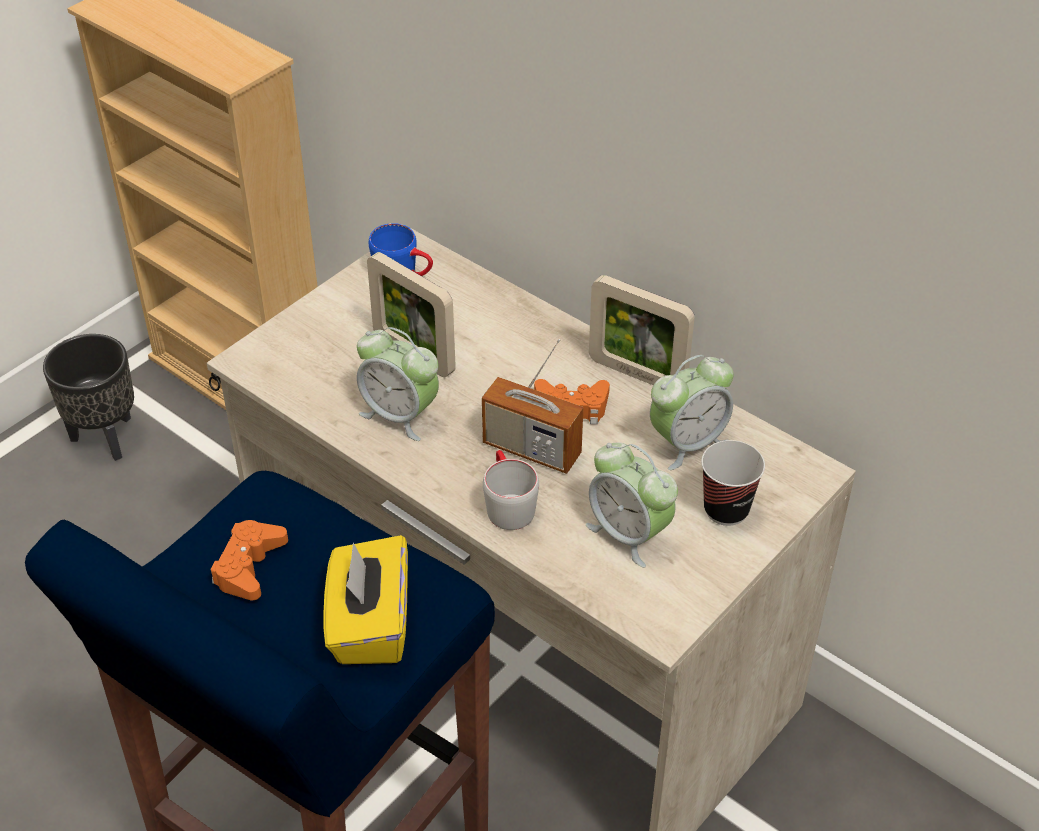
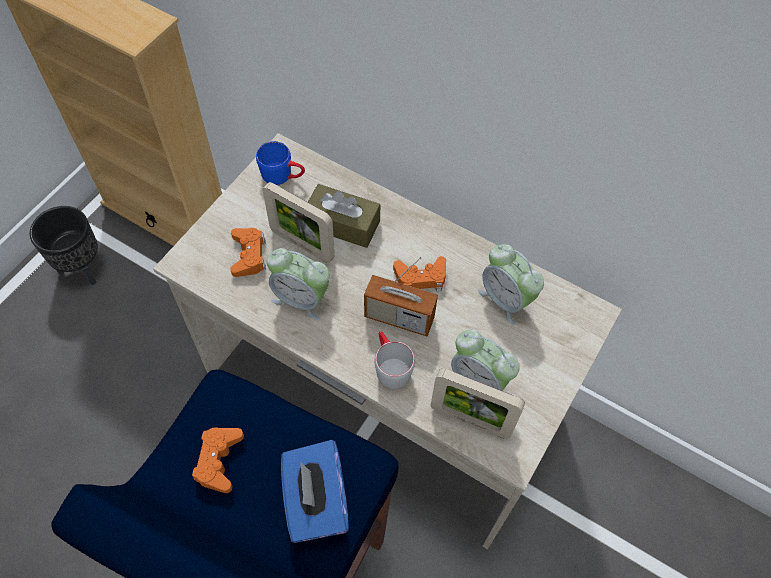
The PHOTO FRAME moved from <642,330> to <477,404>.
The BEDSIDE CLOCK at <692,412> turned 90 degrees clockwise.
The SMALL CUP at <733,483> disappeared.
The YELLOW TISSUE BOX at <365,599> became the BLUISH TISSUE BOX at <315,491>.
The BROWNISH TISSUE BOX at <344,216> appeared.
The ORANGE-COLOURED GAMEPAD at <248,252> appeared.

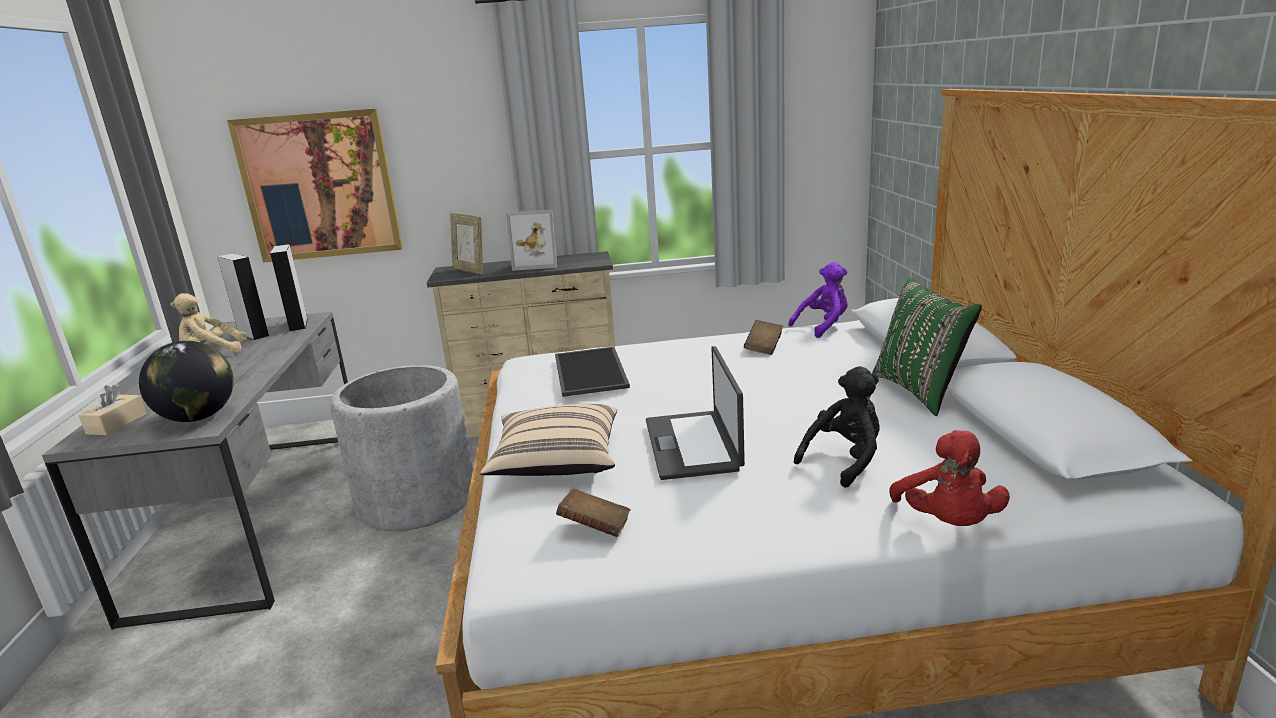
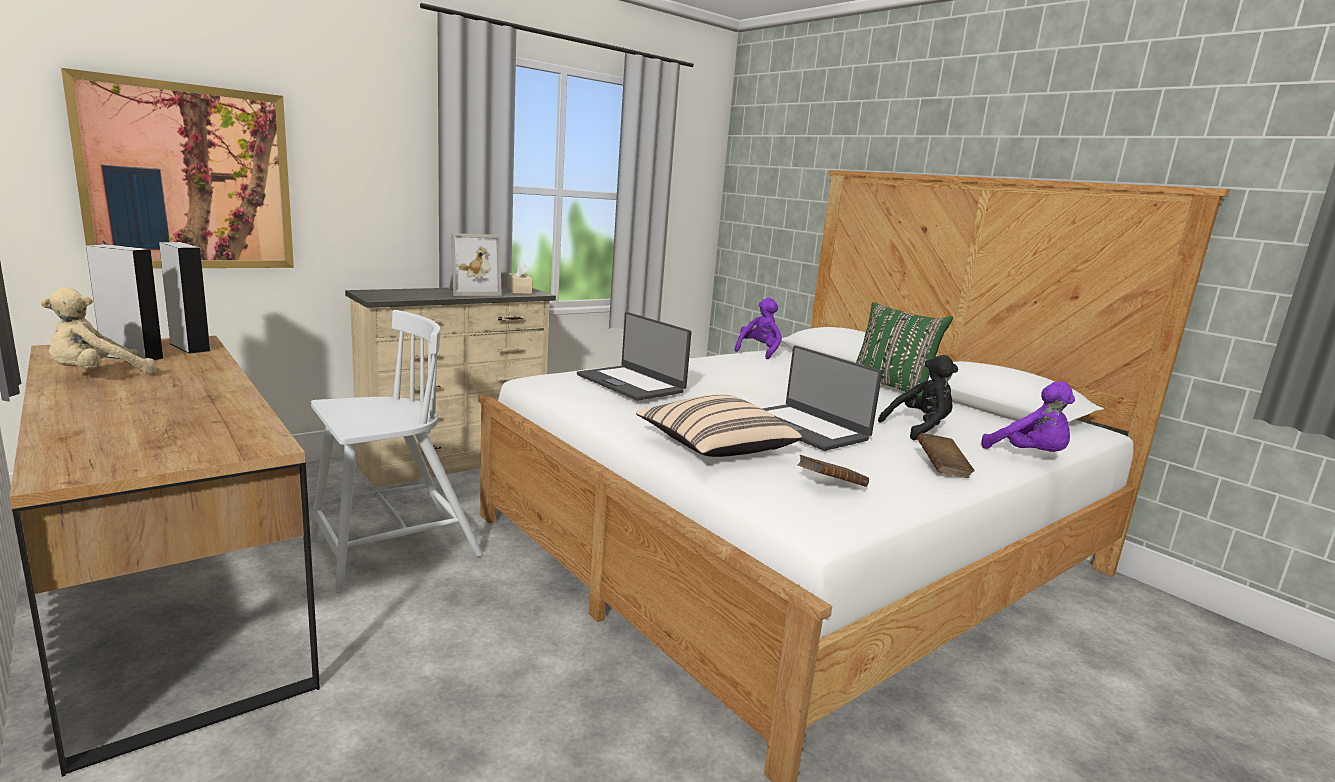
The PHOTO FRAME at <466,243> disappeared.
The GREY DESK UNIT at <195,471> became the BROWNISH DESK UNIT at <165,556>.
The BROWNISH BOUND BOOK moved from <763,337> to <945,455>.
The DESK GLOBE at <186,381> disappeared.
The CARRYING TRAY at <592,372> was replaced by the PORTABLE COMPUTER at <634,356>.
The GREY PLANT POT at <401,448> was replaced by the WHITE-COLOURED CHAIR at <396,451>.
The BLACKISH PLUSH TOY at <837,427> turned 45 degrees clockwise.
The BEIGE-COLOURED TISSUE BOX moved from <113,410> to <521,277>.
The RED PLUSH TOY at <949,478> became the PURPLE-COLOURED PLUSH TOY at <1028,416>.

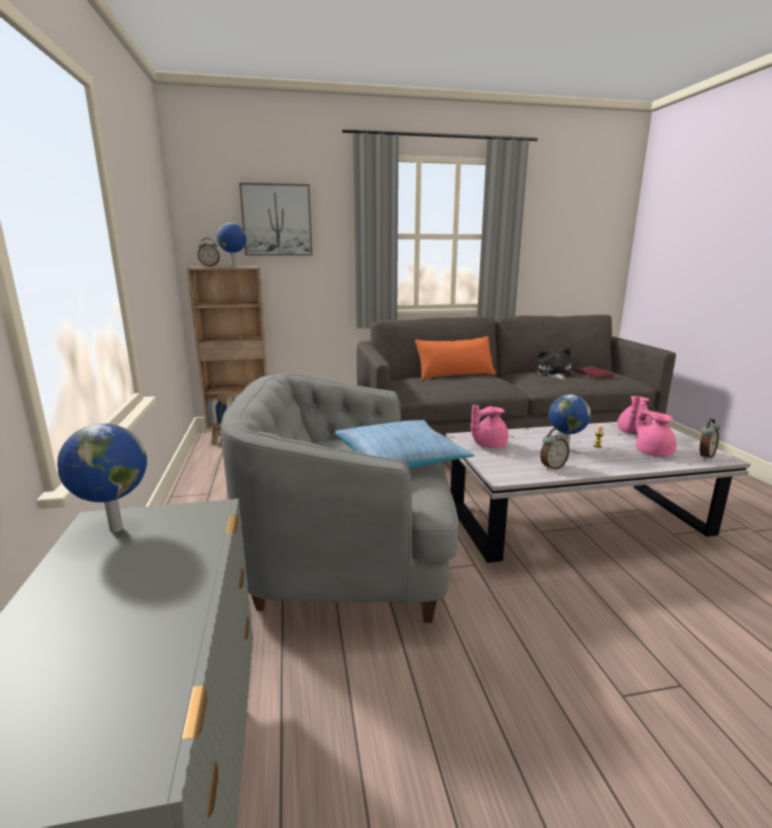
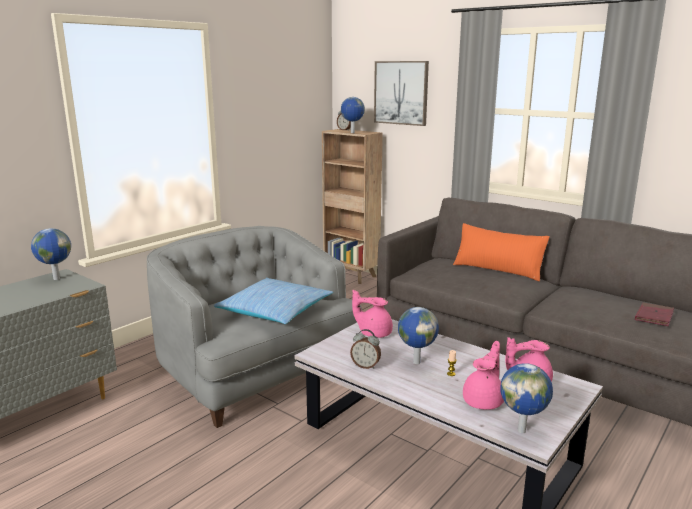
The PLUSH TOY at <554,364> disappeared.
The BEDSIDE CLOCK at <710,439> was replaced by the DESK GLOBE at <526,398>.

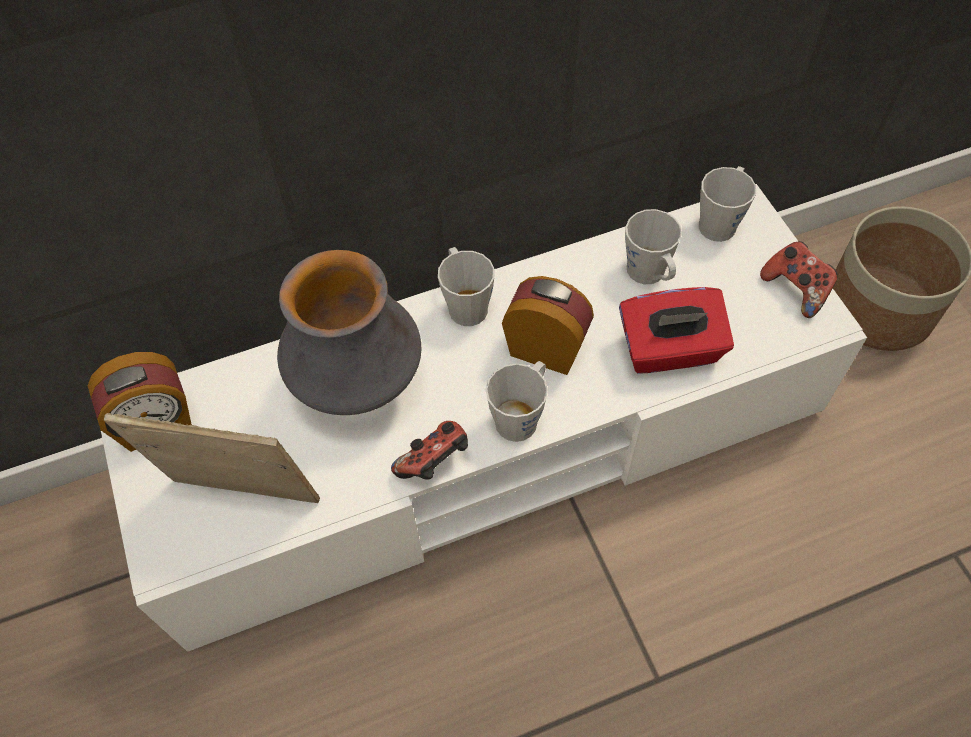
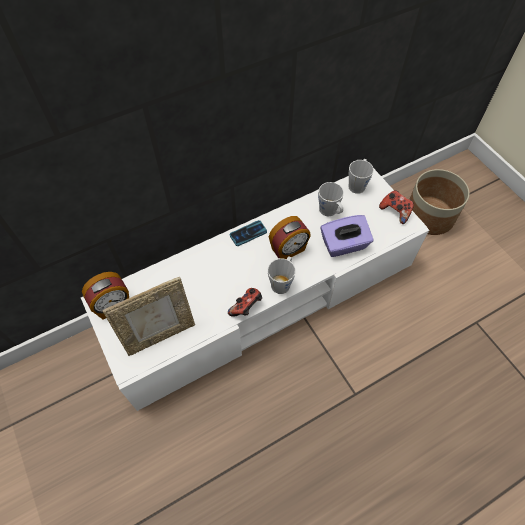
The GREY COFFEE MUG at <466,286> was replaced by the HANDSET at <248,233>.
The VASE at <349,332> disappeared.
The BEDSIDE CLOCK at <548,325> turned 135 degrees clockwise.
The RED TISSUE BOX at <676,330> became the PURPLE-COLOURED TISSUE BOX at <347,236>.
The PHOTO FRAME at <212,458> turned 150 degrees clockwise.

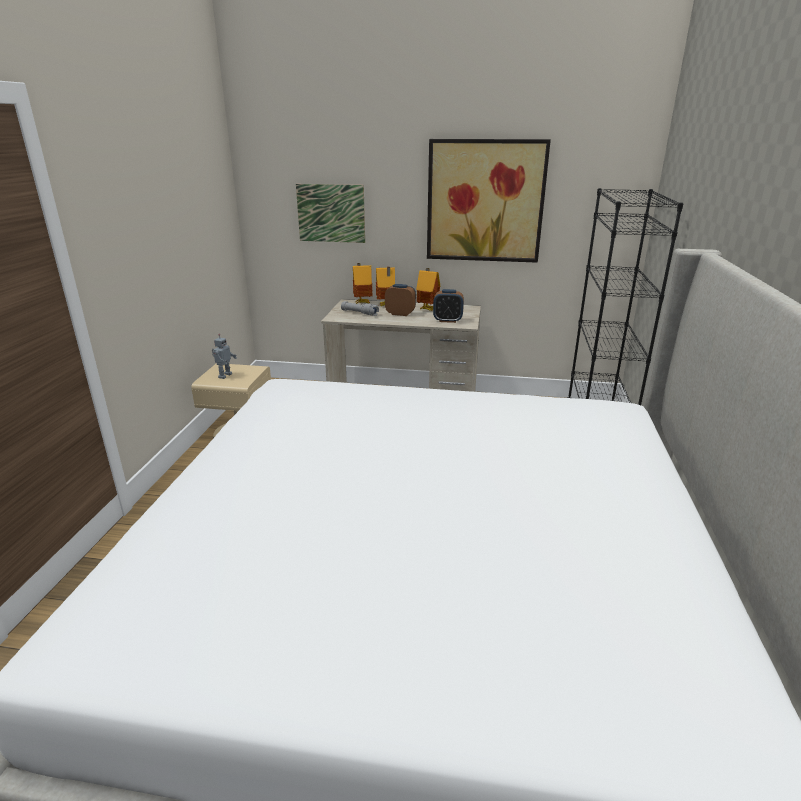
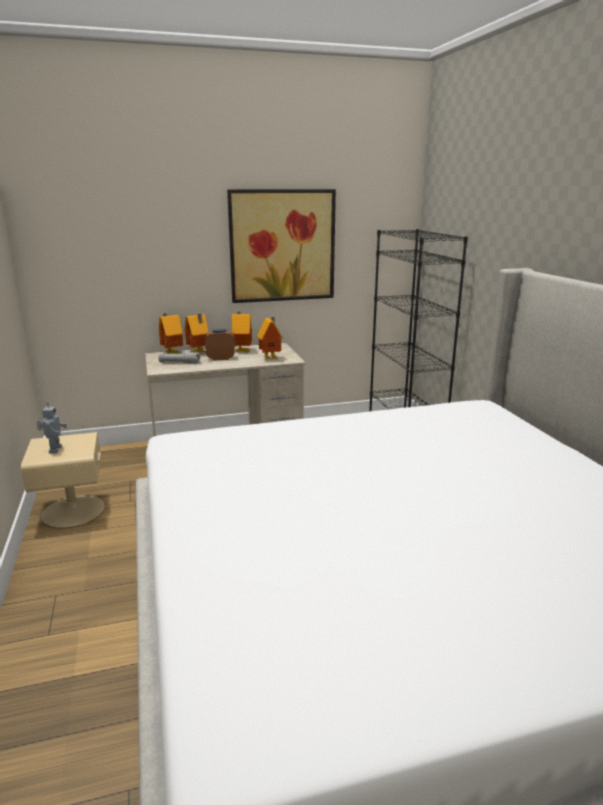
The PICTURE at <330,213> disappeared.
The BEDSIDE CLOCK at <448,306> was replaced by the MINIATURE HOUSE at <270,338>.

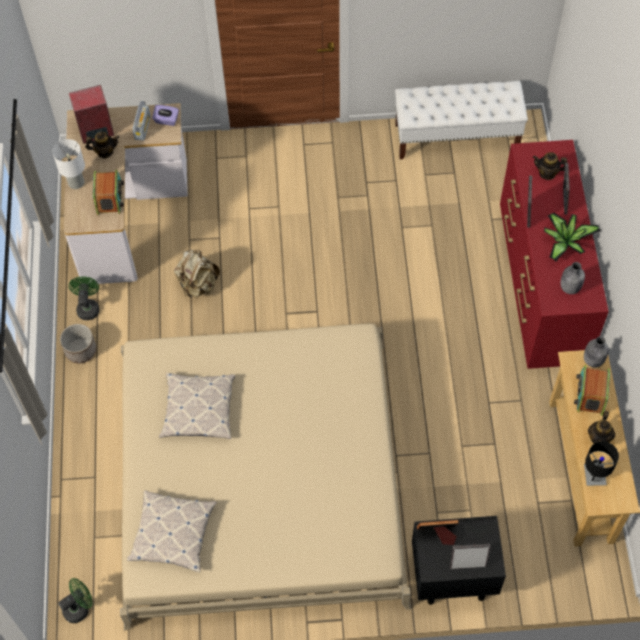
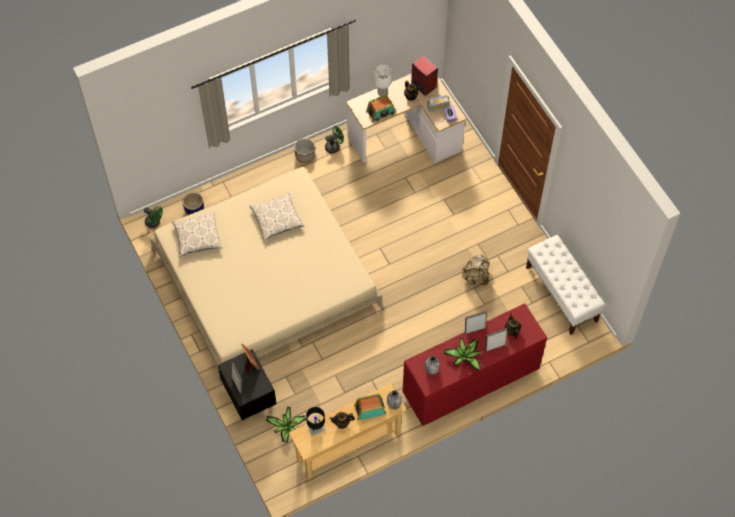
The BEIGE-COLOURED RUCKSACK moved from <197,273> to <476,270>.
The PLANT POT at <193,203> appeared.
The PLANT IN A POT at <286,425> appeared.

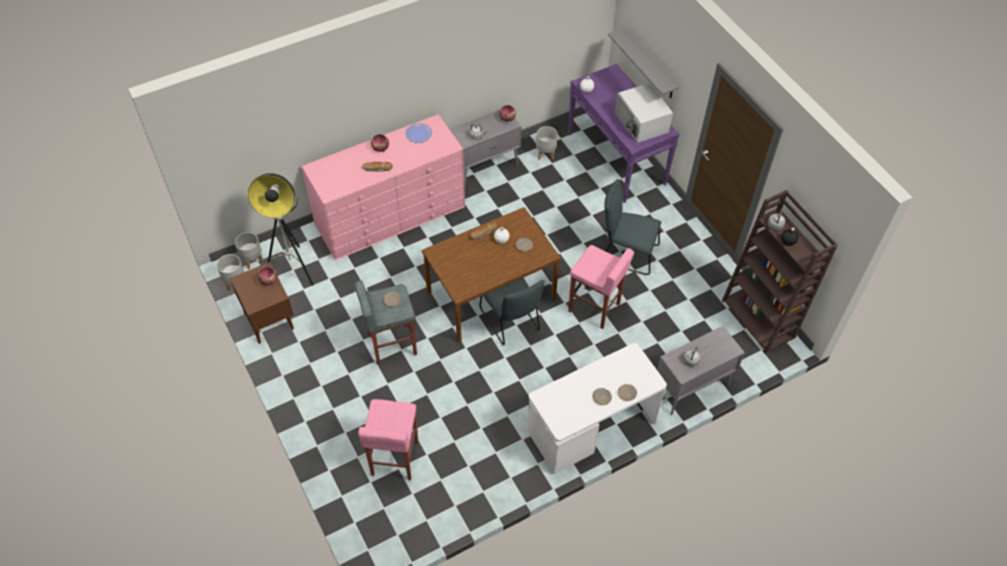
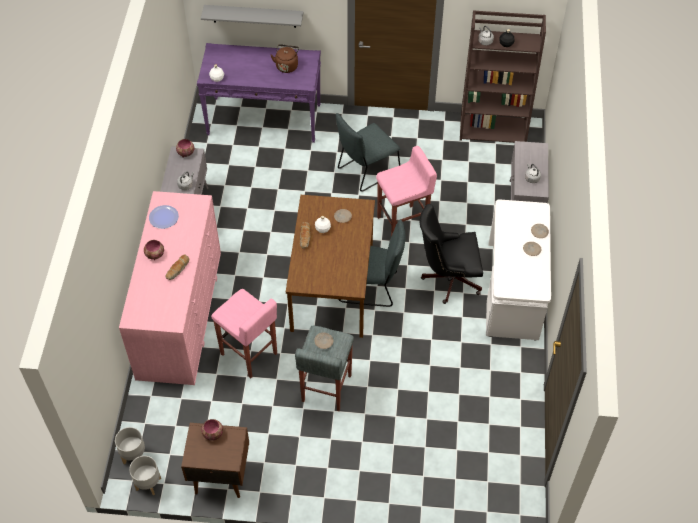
The WHITE-COLOURED KITCHEN MICROWAVE at <643,113> was replaced by the BROWNISH TEA KETTLE at <284,58>.
The GREY PLANT POT at <547,143> disappeared.
The STANDING LAMP at <281,229> disappeared.
The PINKISH SITTING STOOL moved from <388,440> to <244,333>.
The BLACKISH COMPUTER CHAIR at <451,254> appeared.

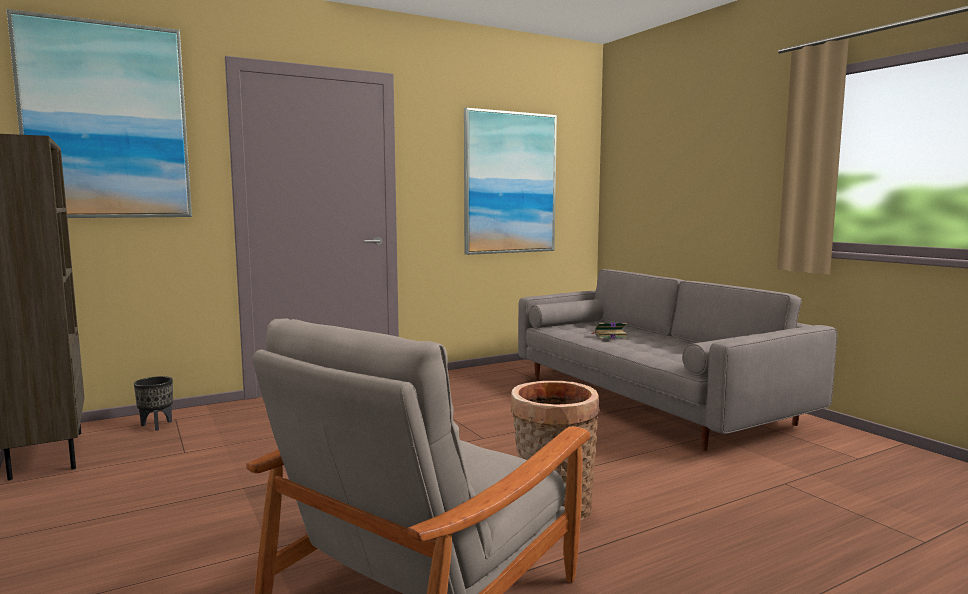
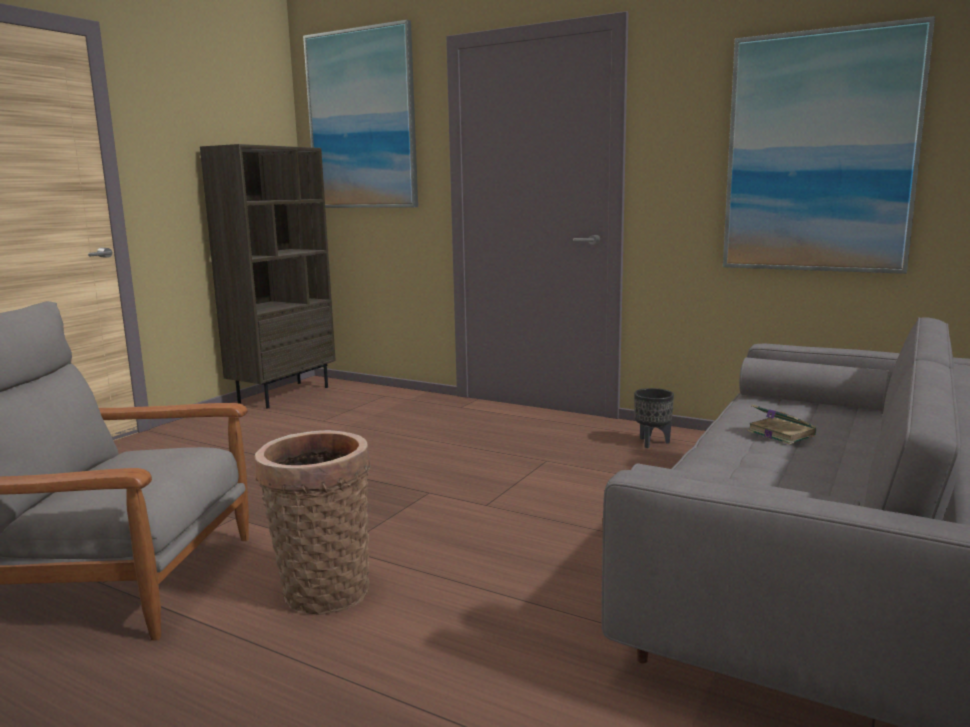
The BLACKISH PLANT POT moved from <153,403> to <654,418>.

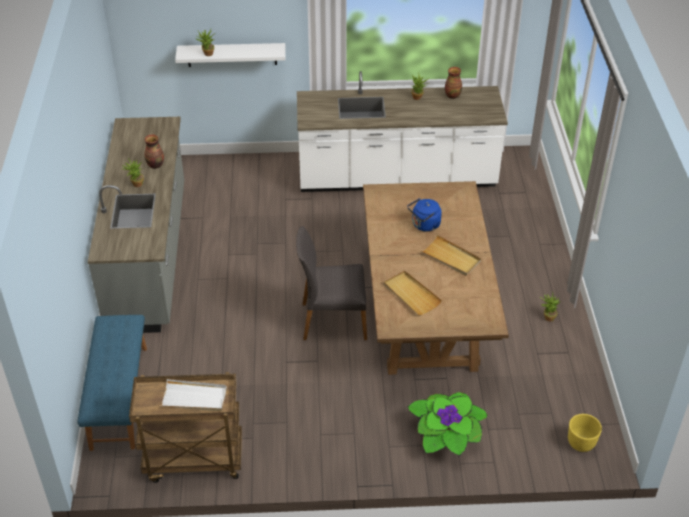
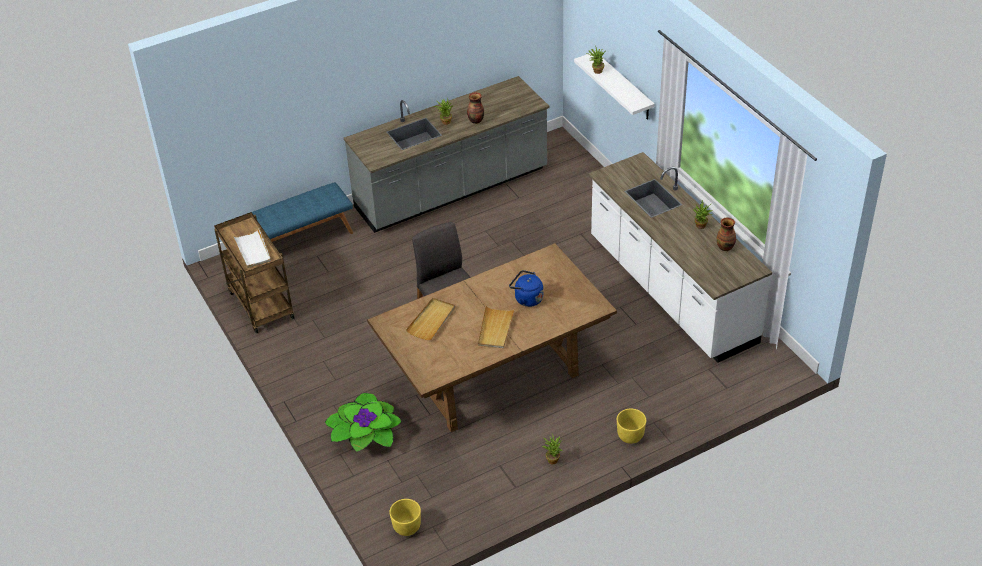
The YELLOW PLANT POT at <631,426> appeared.

